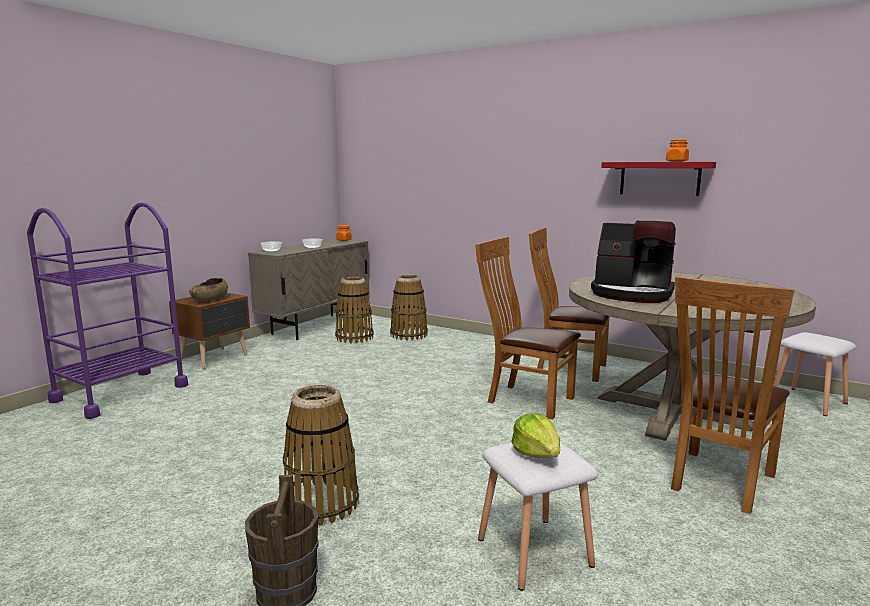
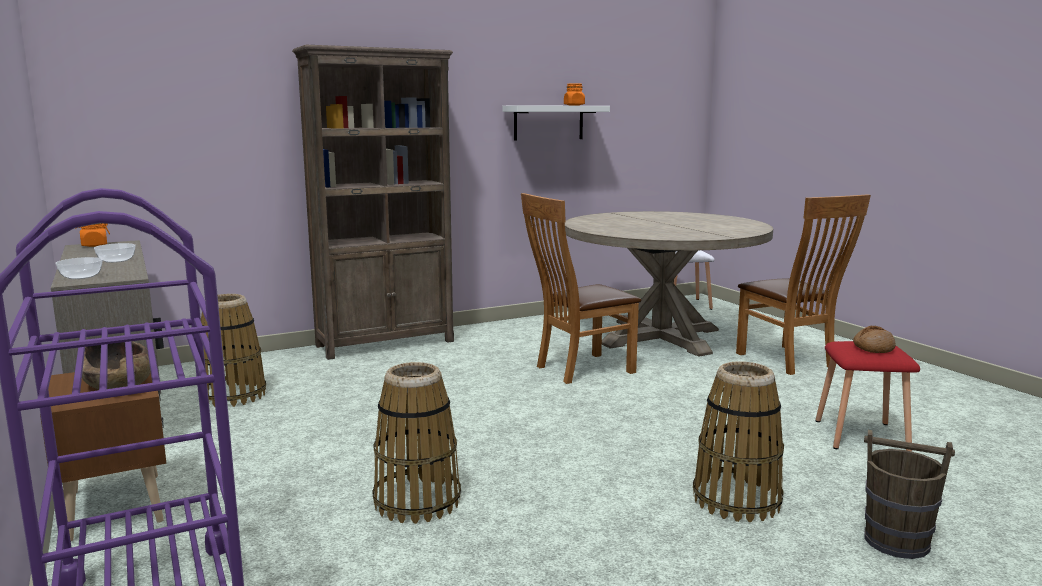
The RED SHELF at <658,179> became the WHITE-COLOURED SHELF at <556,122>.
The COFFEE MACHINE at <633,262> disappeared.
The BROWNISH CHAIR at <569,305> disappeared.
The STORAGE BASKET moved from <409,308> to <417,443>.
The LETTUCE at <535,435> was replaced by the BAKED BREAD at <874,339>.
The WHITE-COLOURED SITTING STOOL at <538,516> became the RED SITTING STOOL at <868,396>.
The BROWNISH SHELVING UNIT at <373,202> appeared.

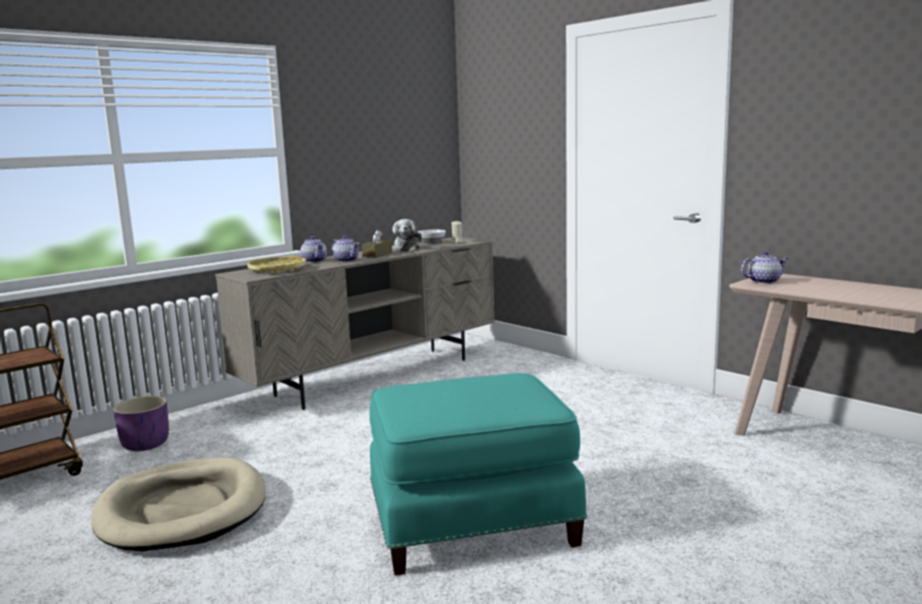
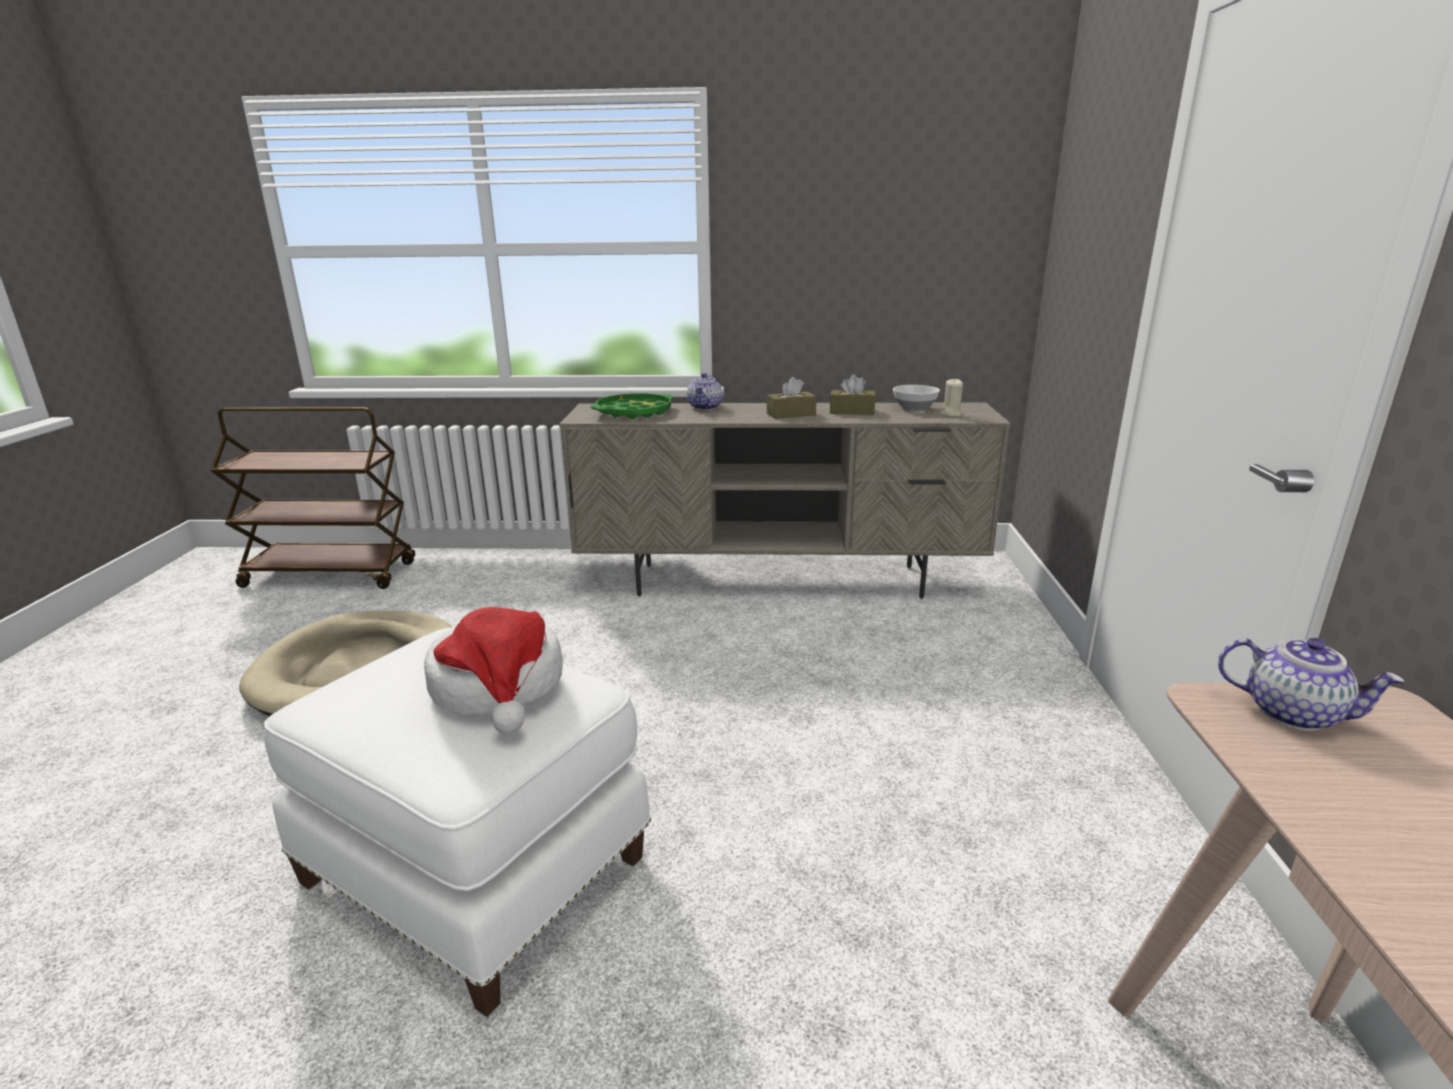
The PLUSH TOY at <407,235> was replaced by the BROWNISH TISSUE BOX at <852,394>.
The TEAPOT at <345,249> disappeared.
The YELLOW CARRYING TRAY at <276,264> became the GREEN CARRYING TRAY at <632,406>.
The TURQUOISE OTTOMAN at <478,474> became the WHITE-COLOURED OTTOMAN at <457,822>.
The PURPLE-COLOURED PLANT POT at <141,423> disappeared.
The WEARABLE HAT at <493,670> appeared.

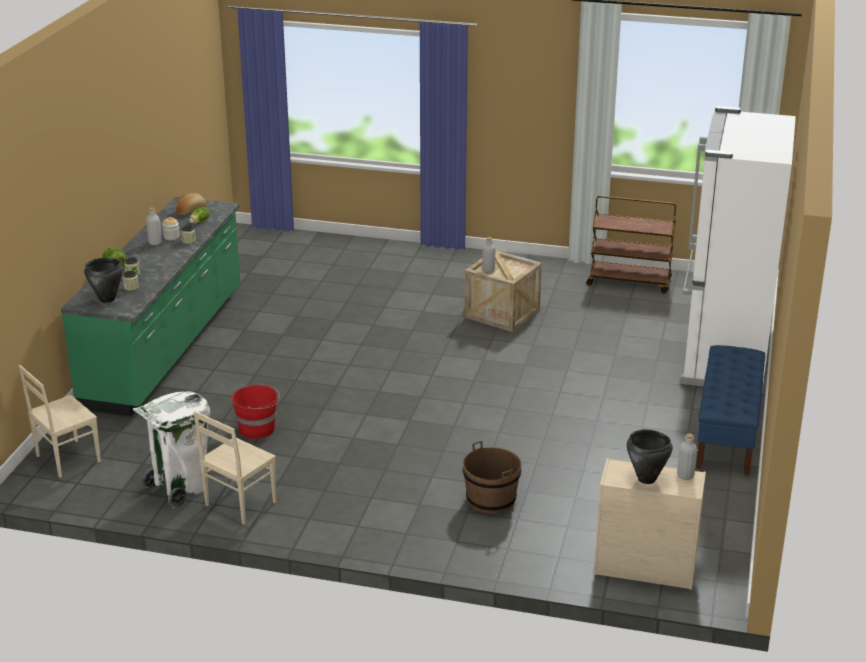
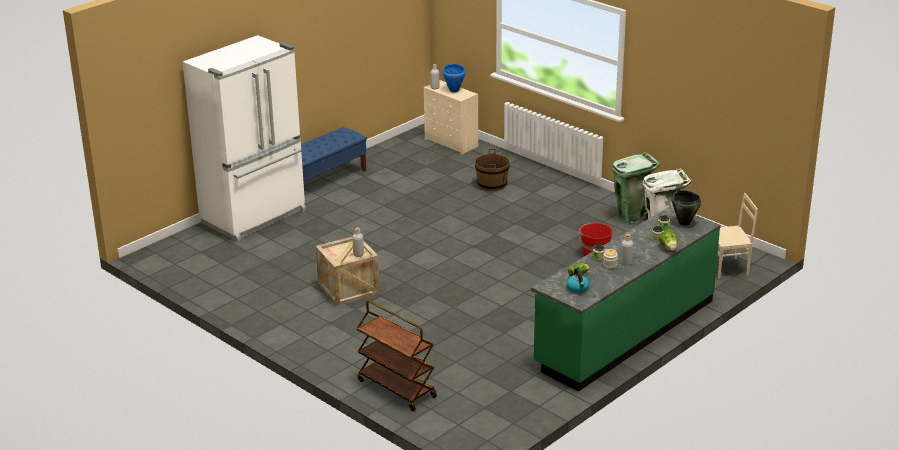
The BAKED BREAD at <191,204> was replaced by the TEA KETTLE at <578,280>.
The BROWNISH CART moved from <631,245> to <396,355>.
The BEIGE-COLOURED CHAIR at <235,468> was replaced by the GREEN WASTE BIN at <636,188>.
The BLACKISH COOKING POT at <650,456> became the BLUISH COOKING POT at <454,78>.

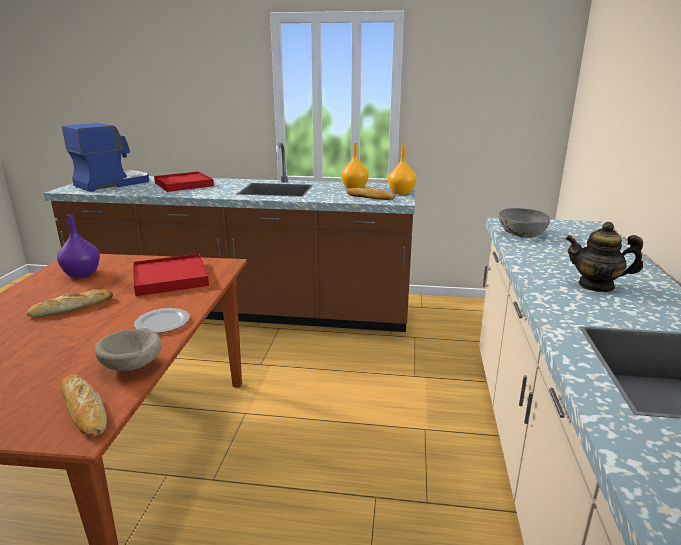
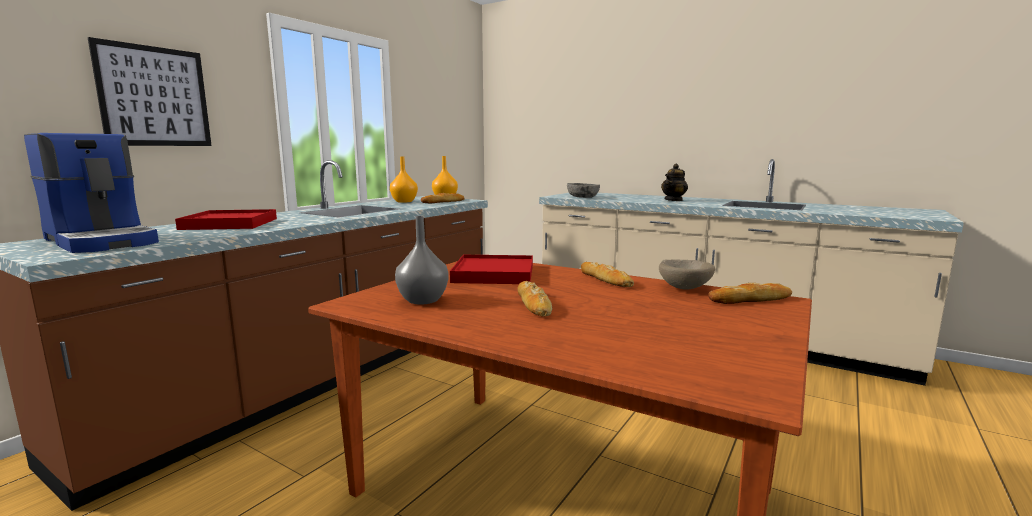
The COFFEE MACHINE at <105,157> turned 150 degrees clockwise.
The PURPLE-COLOURED VASE at <78,246> became the GREY VASE at <422,260>.
The PLATE at <162,320> was replaced by the BAKED BREAD at <607,274>.
The PICTURE at <150,91> appeared.

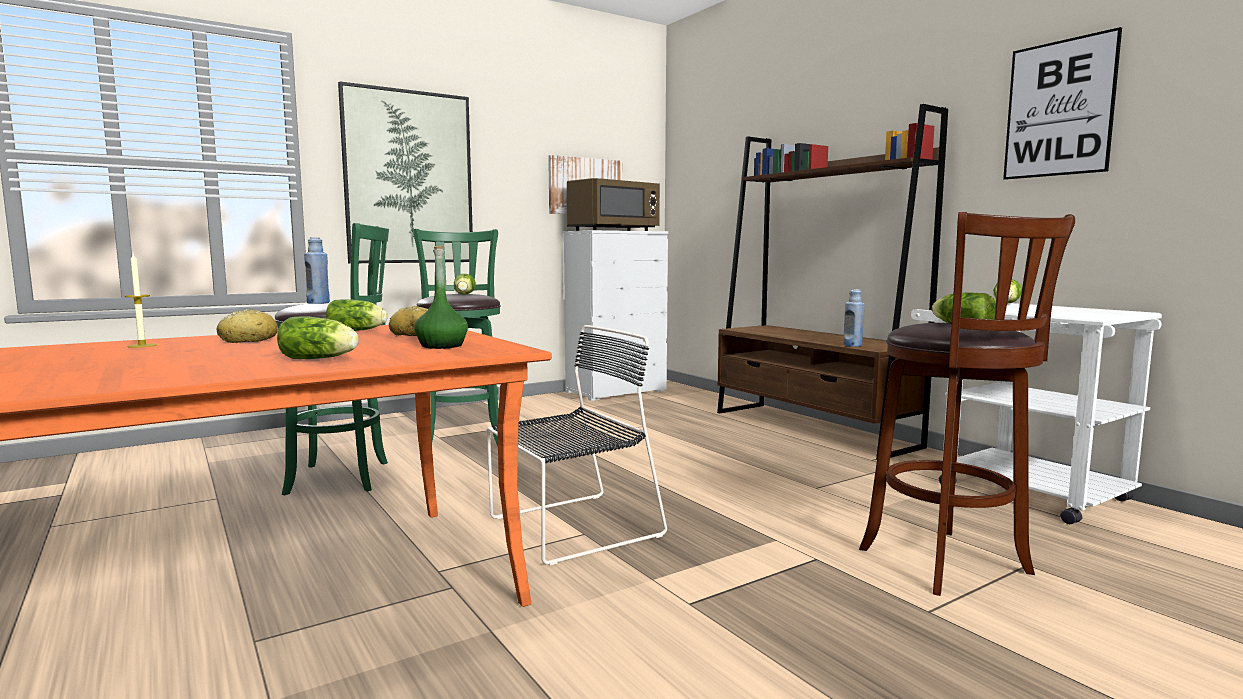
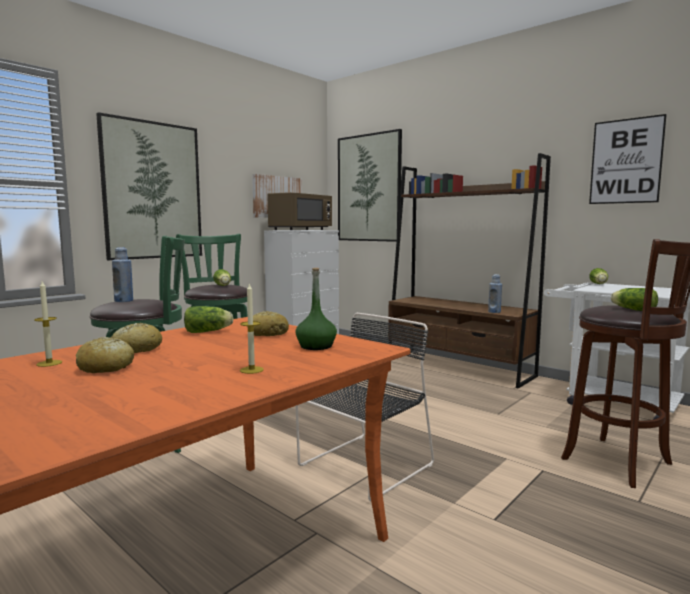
The LETTUCE at <318,337> was replaced by the WAX CANDLE at <252,328>.
The PICTURE at <370,185> appeared.
The BAKED BREAD at <105,355> appeared.

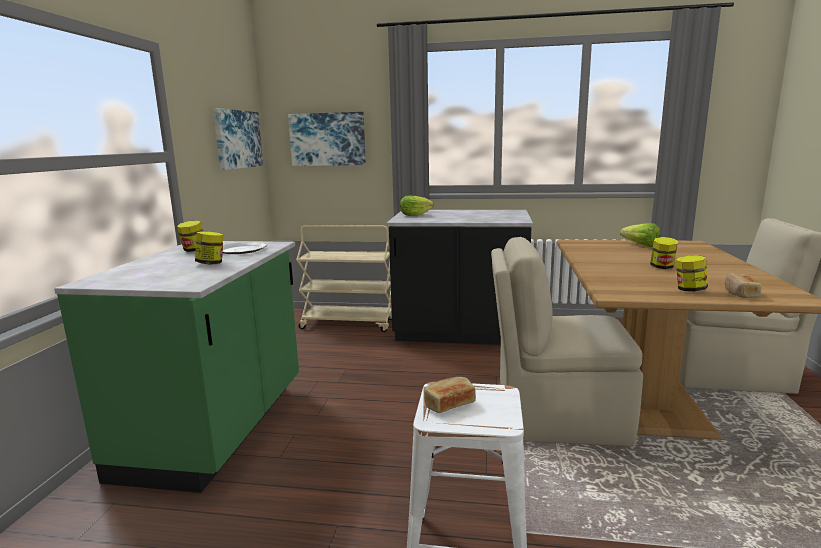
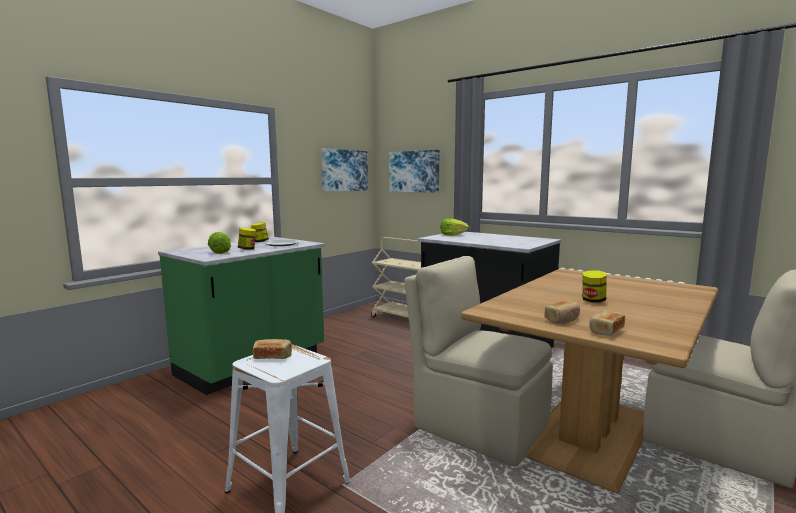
The LETTUCE moved from <640,235> to <219,243>.
The STORAGE JAR at <692,273> was replaced by the BAKED BREAD at <562,312>.

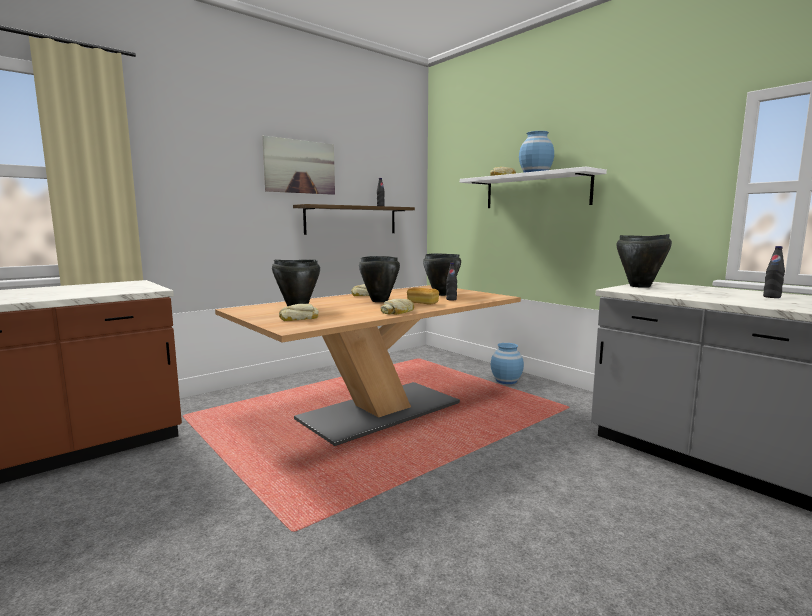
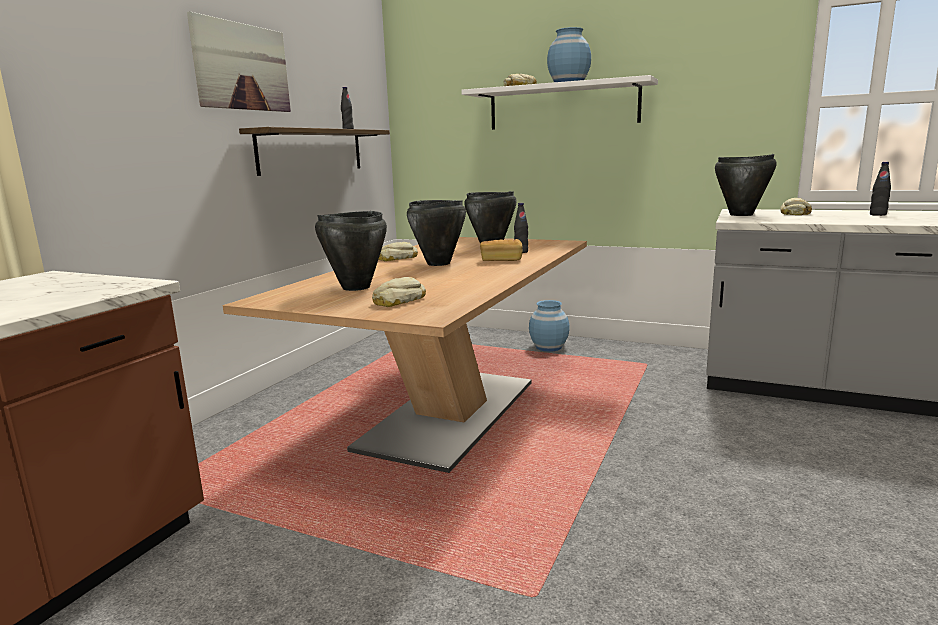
The BAKED BREAD moved from <397,307> to <796,206>.

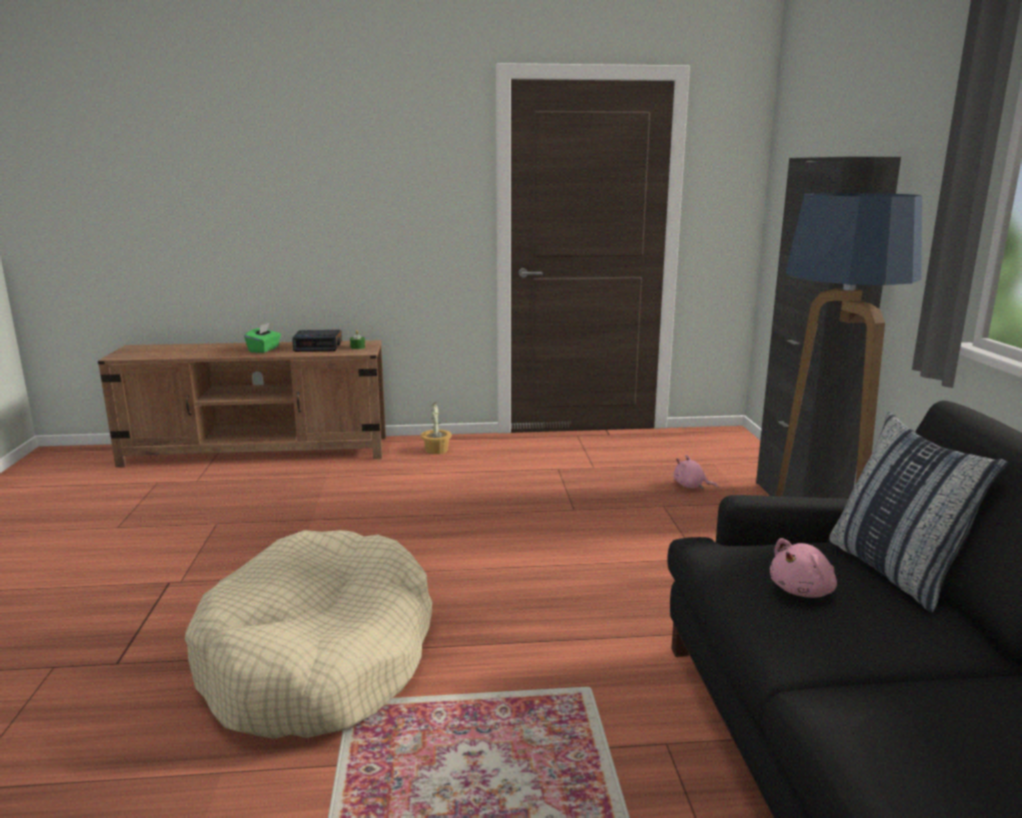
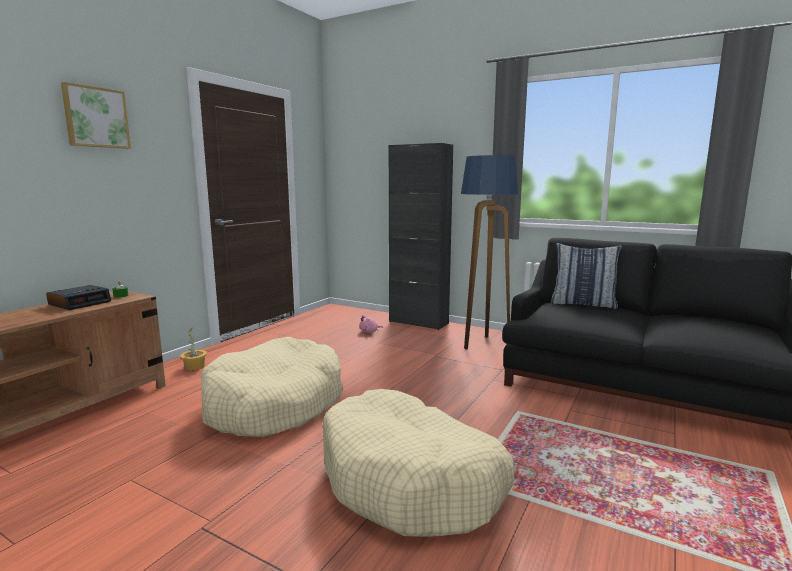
The GREEN TISSUE BOX at <262,338> disappeared.
The PINKISH PLUSH TOY at <803,568> disappeared.
The PICTURE at <96,115> appeared.
The BEIGE-COLOURED DOG BED at <272,387> appeared.

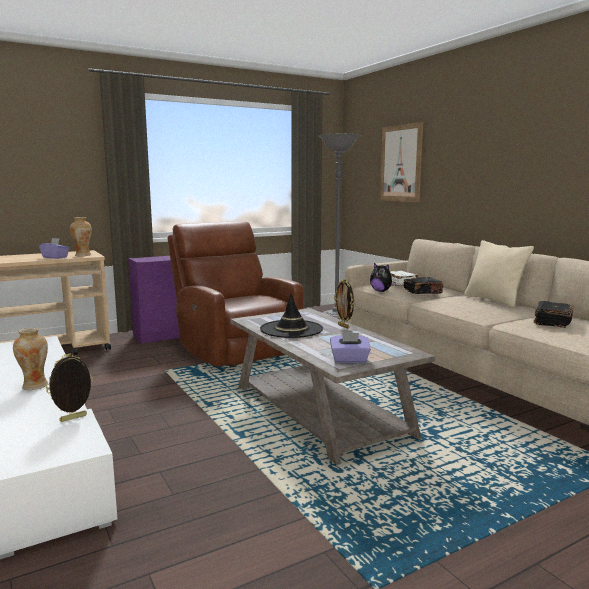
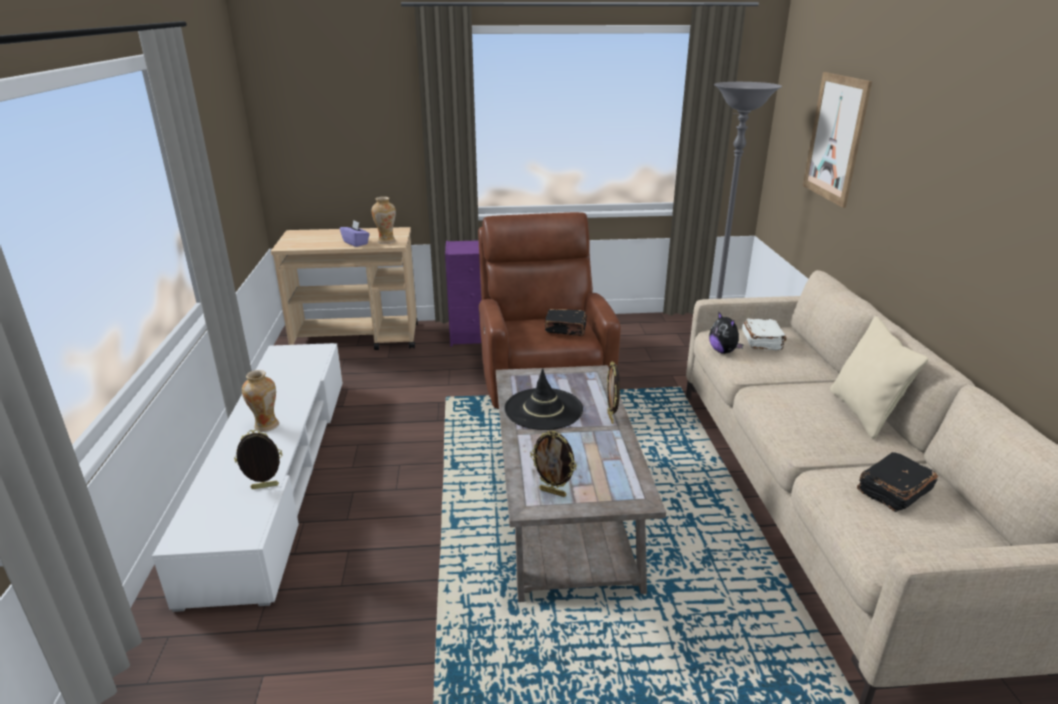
The BLACKISH BOUND BOOK moved from <423,285> to <566,322>.
The PURPLE-COLOURED TISSUE BOX at <350,347> was replaced by the PHOTO FRAME at <553,463>.

